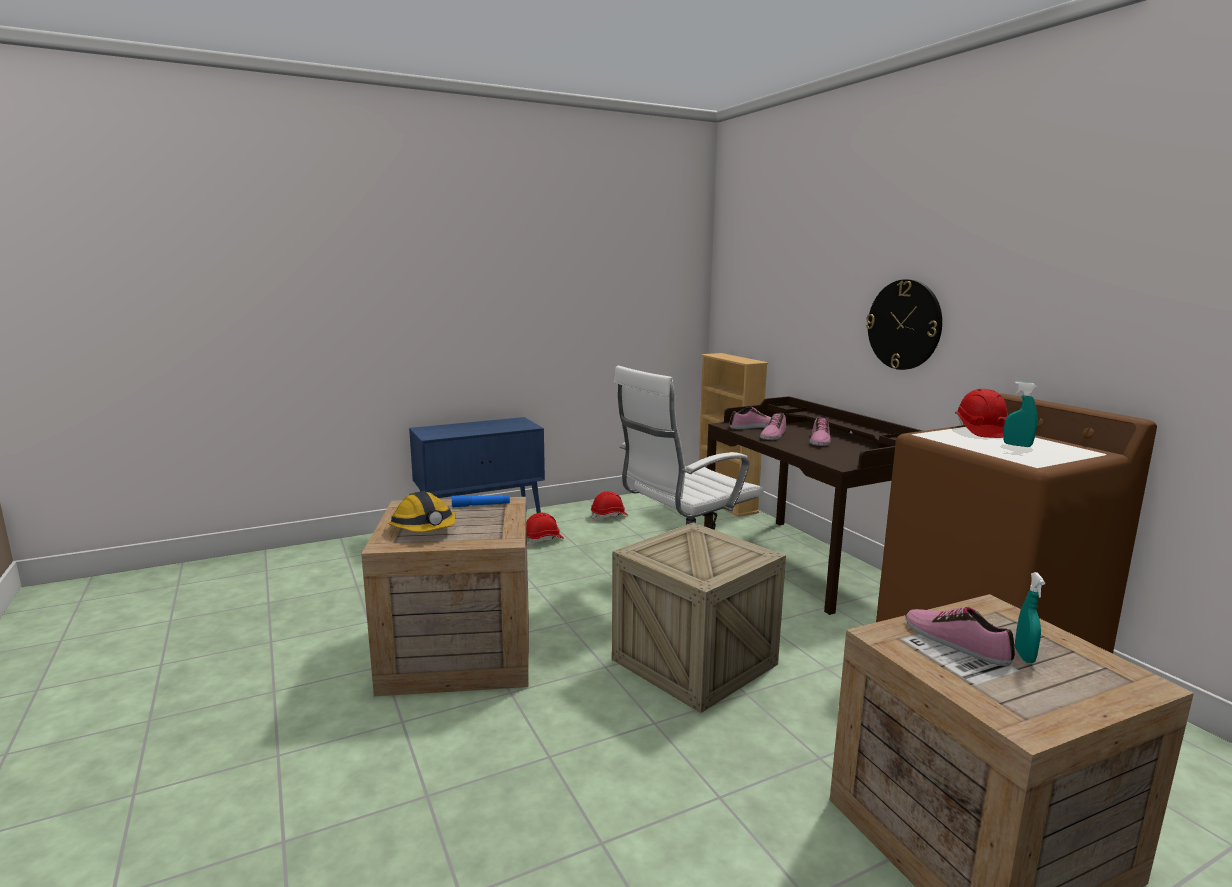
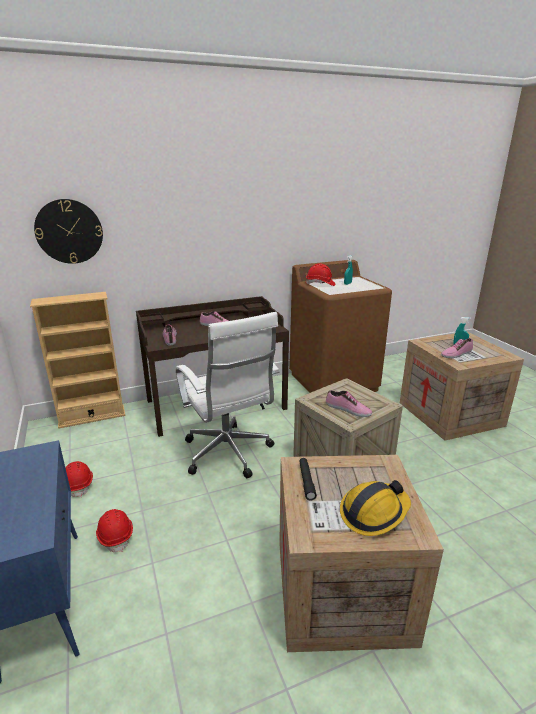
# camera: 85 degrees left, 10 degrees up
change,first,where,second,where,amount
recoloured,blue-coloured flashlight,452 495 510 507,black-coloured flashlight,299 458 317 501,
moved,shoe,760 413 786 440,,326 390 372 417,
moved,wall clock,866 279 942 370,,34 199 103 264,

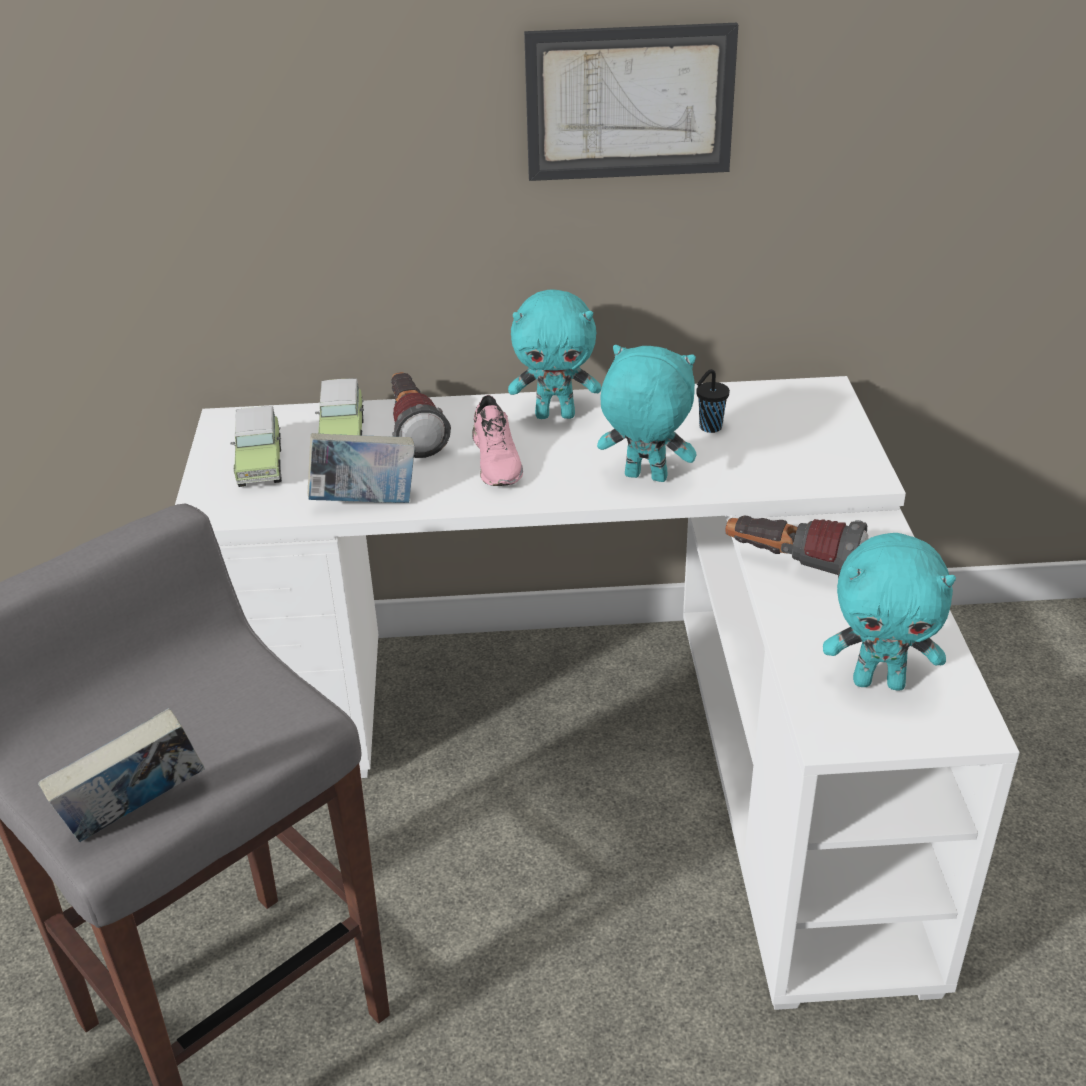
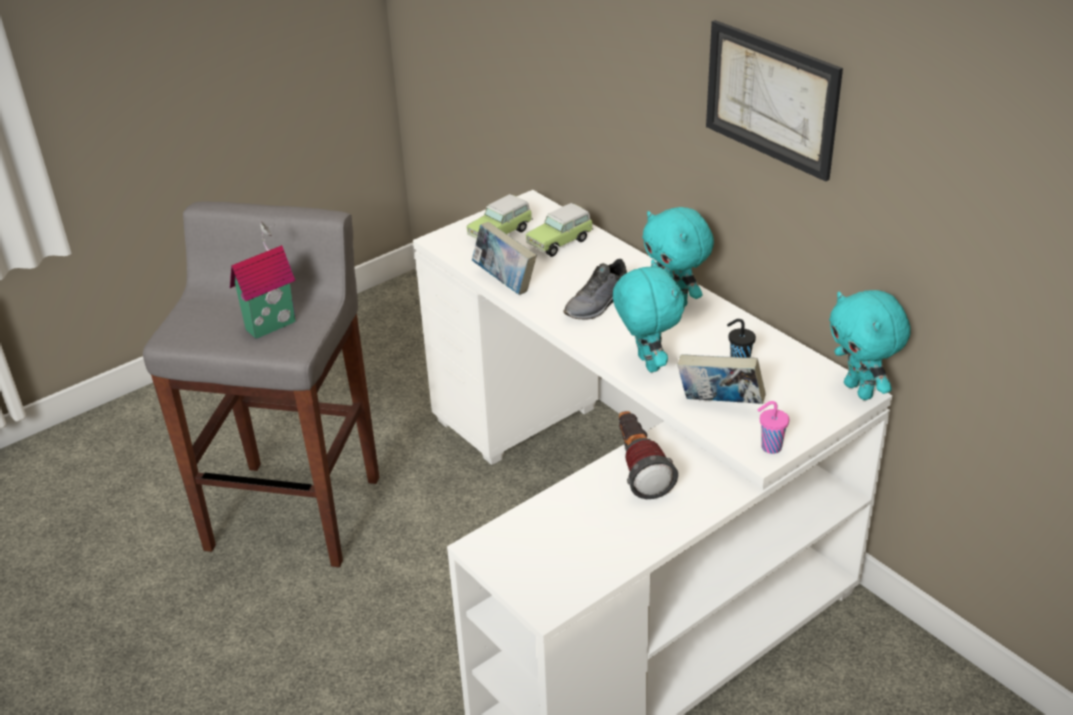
# camera: 55 degrees right, 0 degrees up
change,first,where,second,where,amount
moved,book,38 708 205 842,,677 354 765 404,
removed,flashlight,391 372 451 458,,,
recoloured,pinkish shoe,472 395 523 486,gray shoe,564 259 627 319,
moved,turquoise soft toy,823 533 956 691,,829 290 911 400,
added,,,miniature house,230 222 296 339,
added,,,pinkish small cup,758 401 789 454,

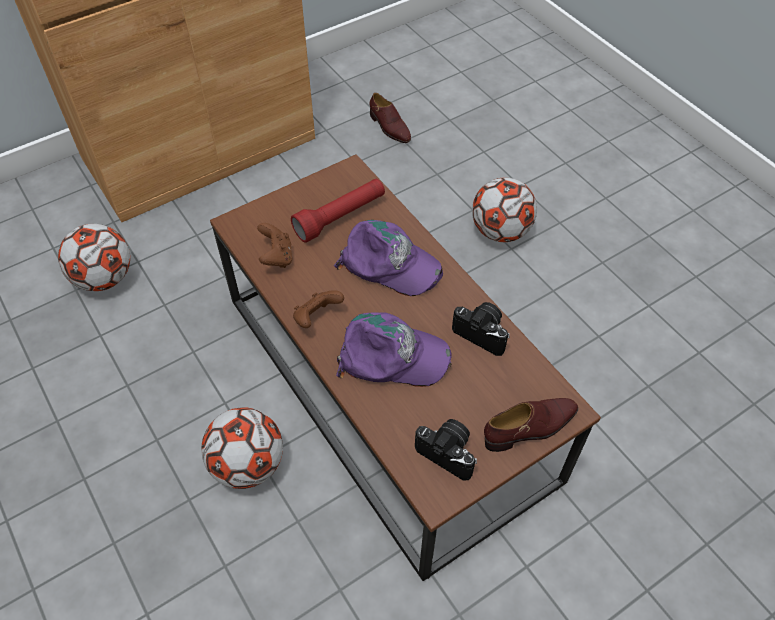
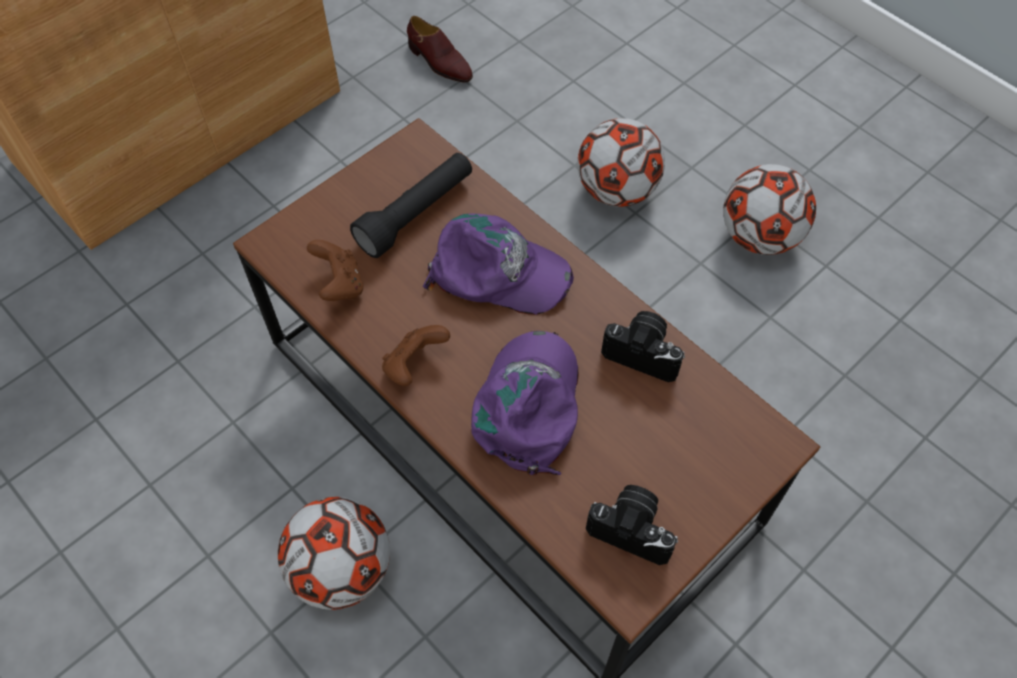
# camera: 10 degrees left, 5 degrees up
change,first,where,second,where,amount
moved,football,58 224 130 291,,723 164 816 255,
recoloured,red flashlight,291 179 385 243,black-coloured flashlight,350 153 472 258,
turned,purplish baseball cap,336 313 452 387,,471 331 579 475,75 degrees counterclockwise
removed,brown shoe,484 398 579 452,,,

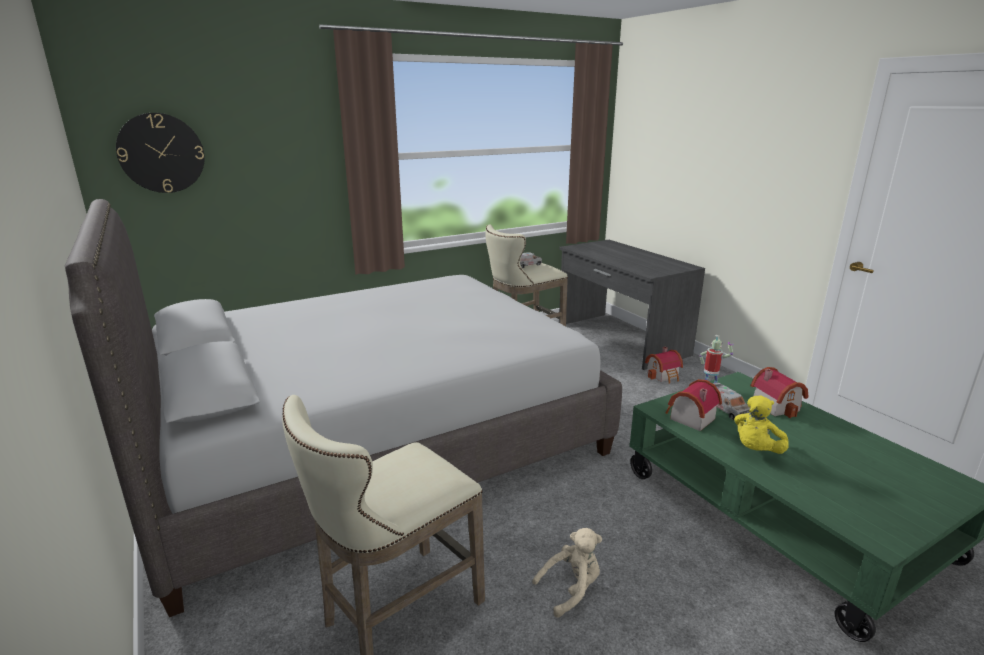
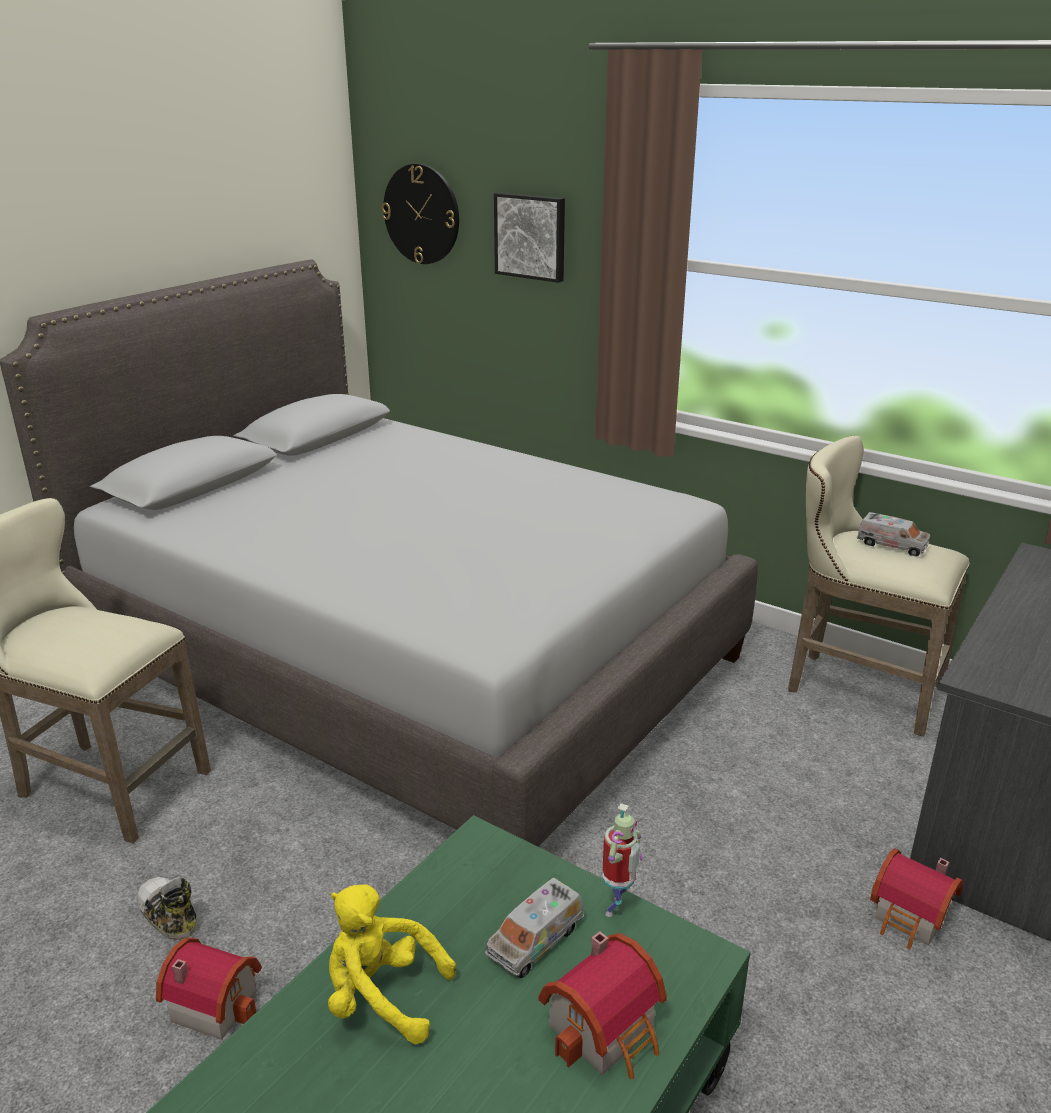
# camera: 65 degrees right, 5 degrees up
change,first,where,second,where,amount
replaced,beige-coloured soft toy,532 528 602 618,shoe,137 877 197 940,
moved,miniature house,666 379 722 431,,156 938 262 1040,
added,,,picture,494 192 565 283,

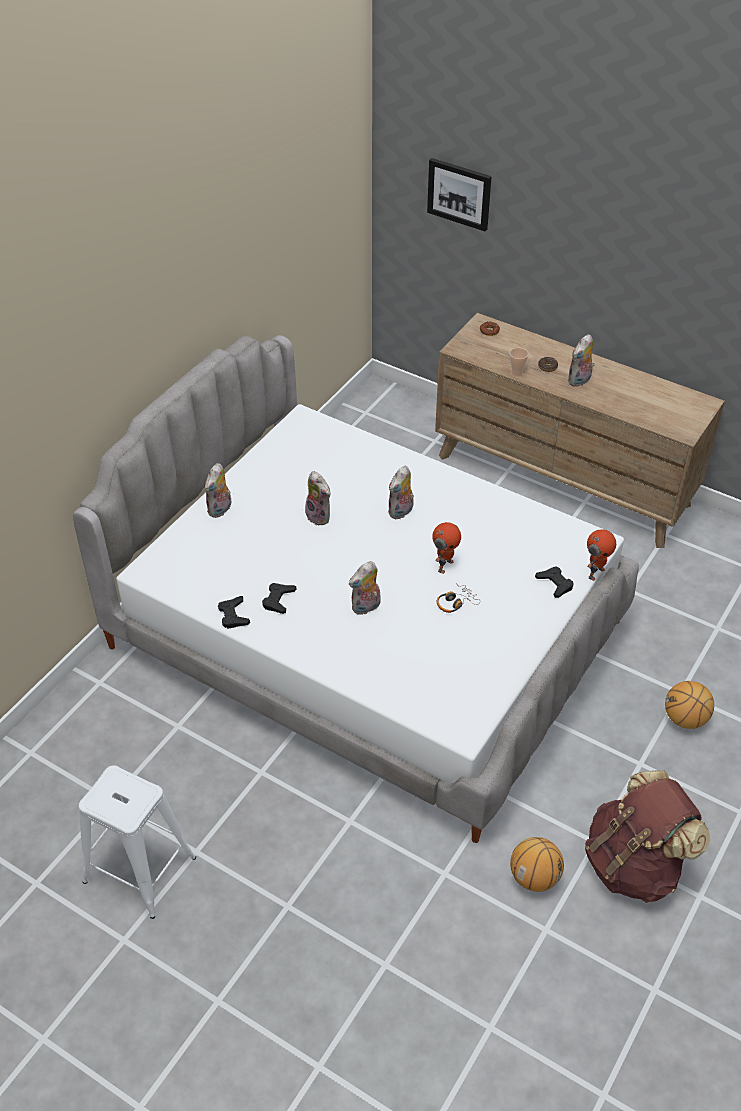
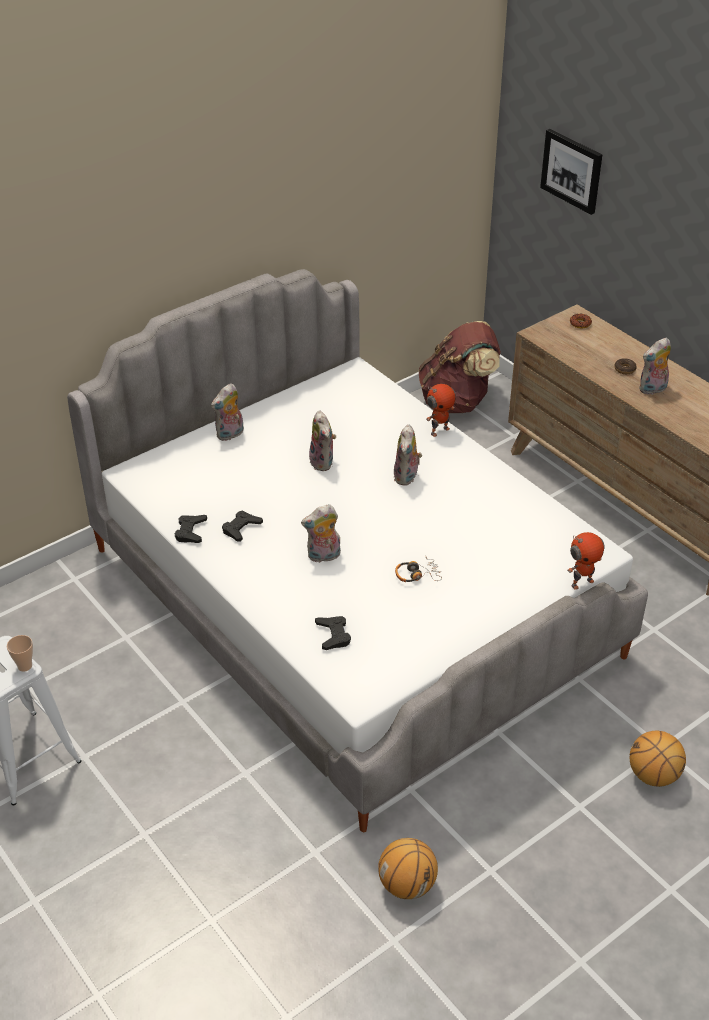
# camera: 20 degrees right, 5 degrees down
change,first,where,second,where,amount
turned,soft toy,388 466 414 519,,394 424 422 485,45 degrees counterclockwise
moved,robot figure,432 522 461 574,,426 384 456 437,
moved,small cup,510 348 528 376,,7 635 33 672,
moved,black-coloured game controller,535 566 574 598,,315 616 351 650,
moved,brown backpack,585 770 711 903,,418 321 501 413,

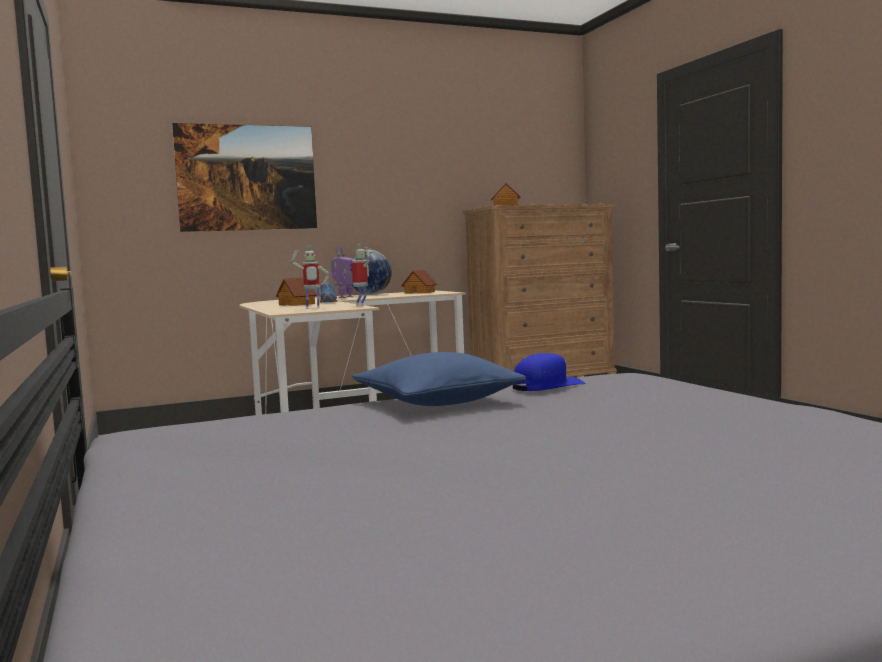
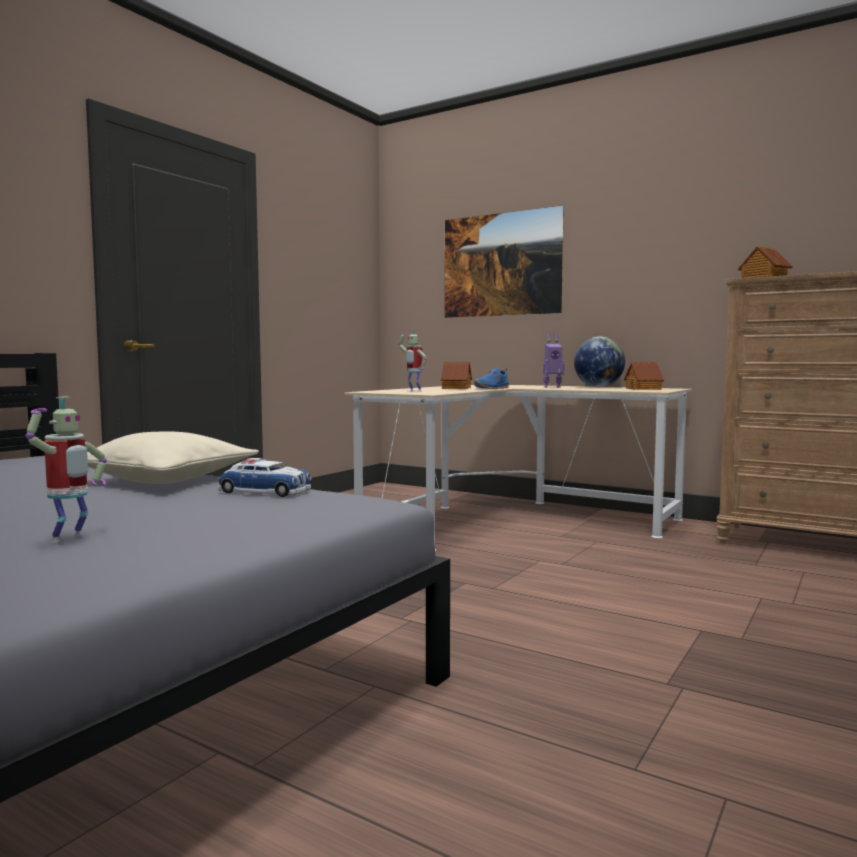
# camera: 55 degrees right, 0 degrees up
change,first,where,second,where,amount
moved,robot figure,352 244 371 306,,26 397 107 543,
recoloured,blue-coloured throw pillow,352 352 526 406,beige-coloured throw pillow,87 431 259 484,
replaced,blue-coloured baseball cap,513 353 585 391,model car,218 458 311 497,

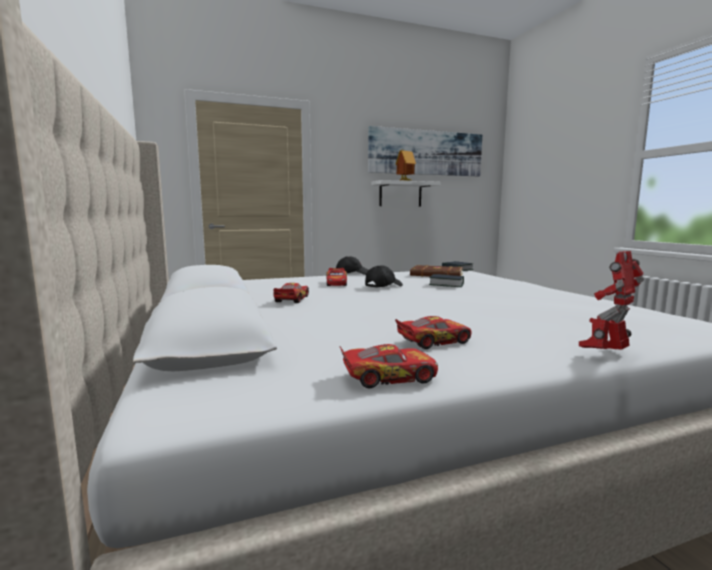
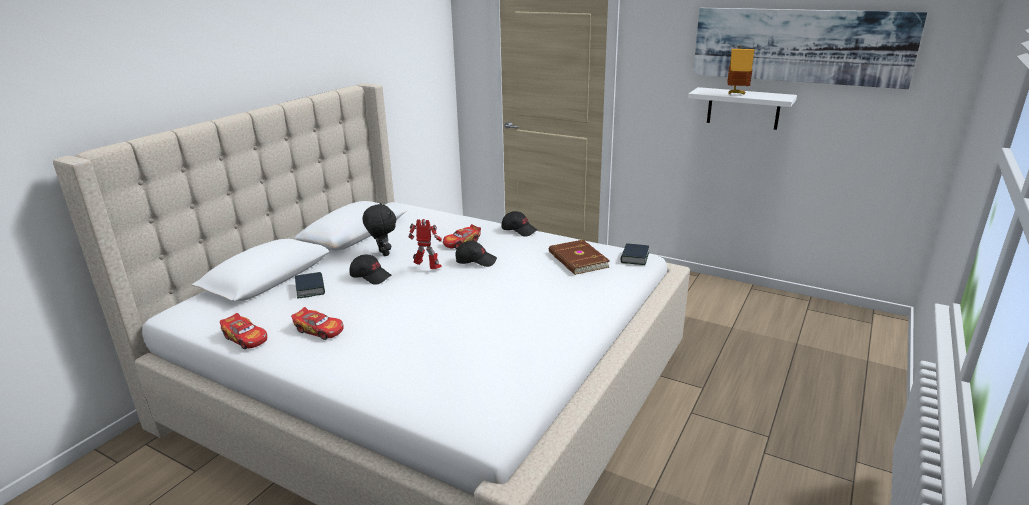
# camera: 50 degrees right, 15 degrees up
change,first,where,second,where,amount
replaced,model car,273 283 309 303,black-coloured soft toy,363 203 396 256,
moved,book,429 274 464 287,,295 272 325 299,
moved,robot figure,579 251 644 349,,408 219 442 269,
added,,,black-coloured baseball cap,350 255 392 285,

